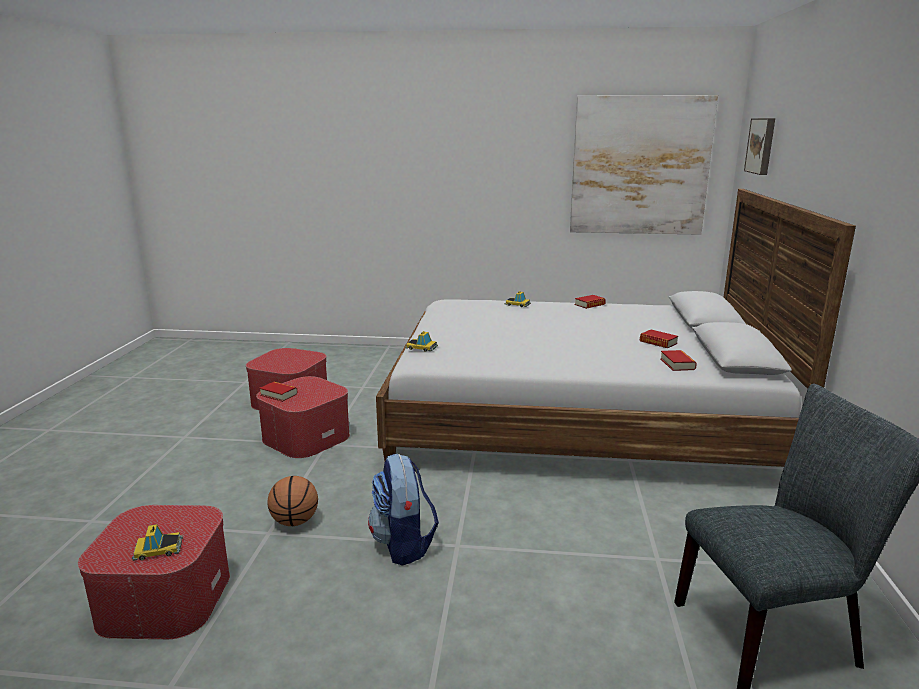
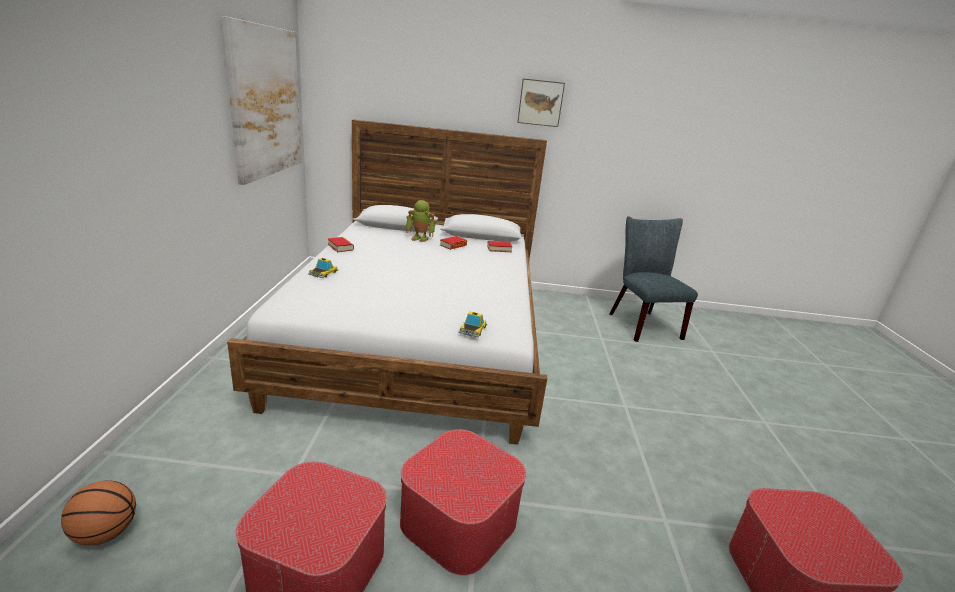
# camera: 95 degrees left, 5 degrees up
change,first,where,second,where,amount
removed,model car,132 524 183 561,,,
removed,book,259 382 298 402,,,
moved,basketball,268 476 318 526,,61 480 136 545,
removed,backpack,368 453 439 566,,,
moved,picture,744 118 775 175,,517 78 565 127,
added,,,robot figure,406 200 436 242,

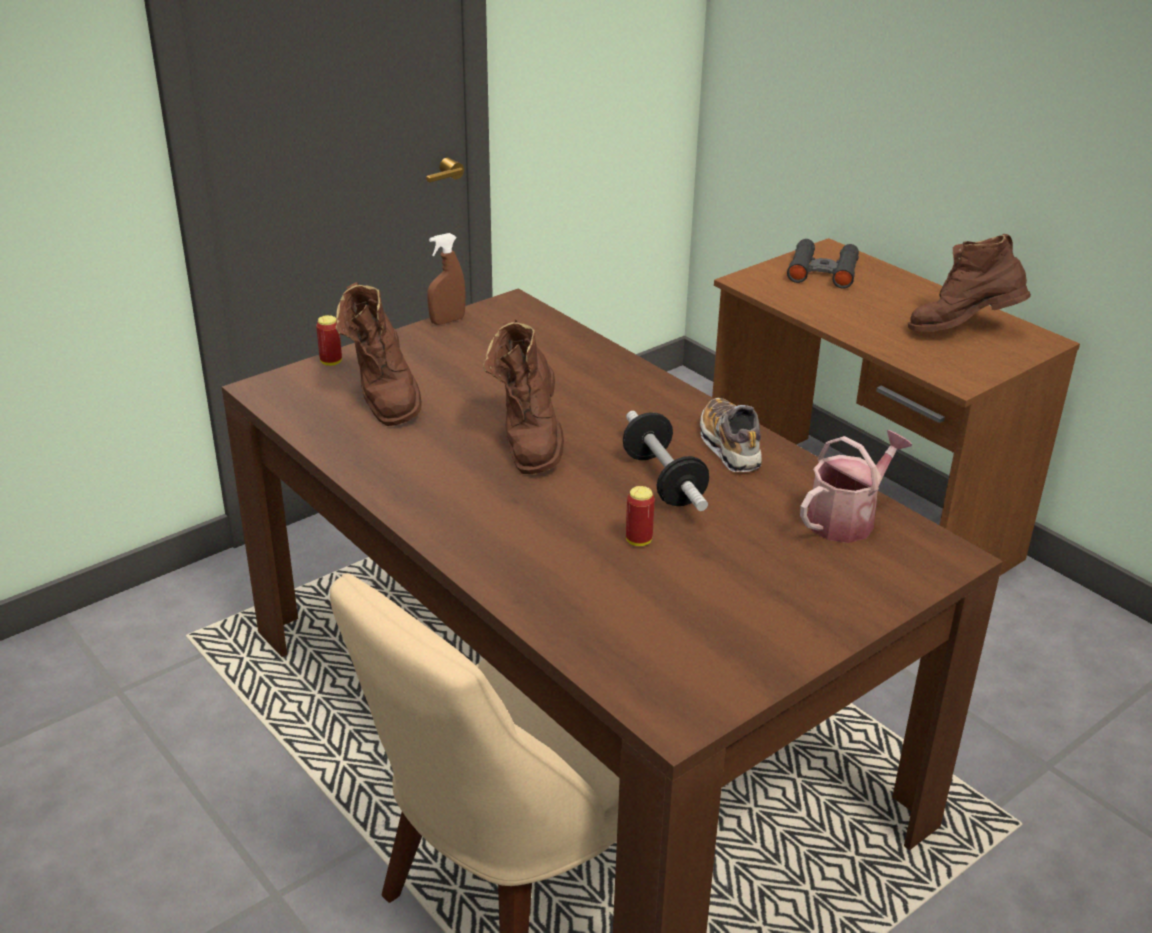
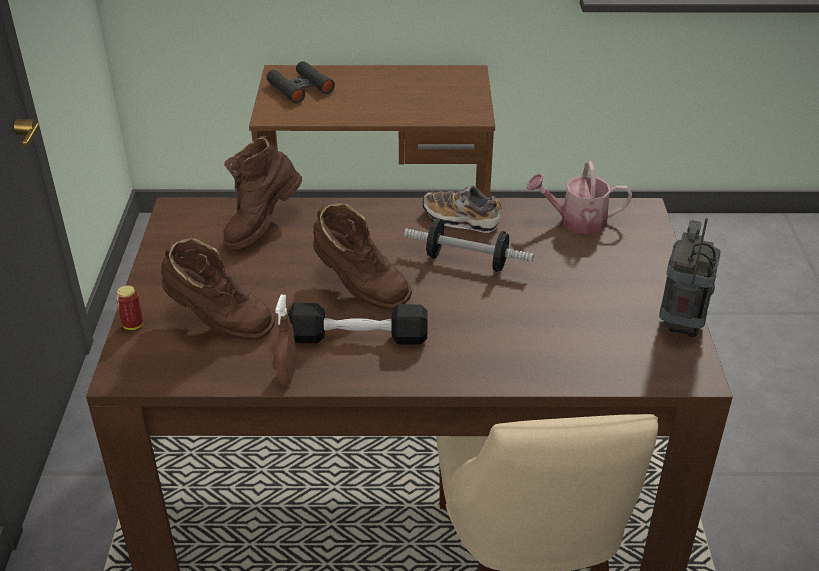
# camera: 50 degrees left, 5 degrees up
change,first,where,second,where,amount
moved,brown hand sprayer,427 233 466 325,,275 295 296 385,
removed,can,626 486 655 546,,,
turned,sprinkling can,800 430 912 543,,526 161 632 234,90 degrees counterclockwise
moved,brown high-top boot,908 234 1031 332,,223 136 302 249,
added,,,black-coloured dumbbell,288 303 428 345,
added,,,radio set,659 218 721 337,

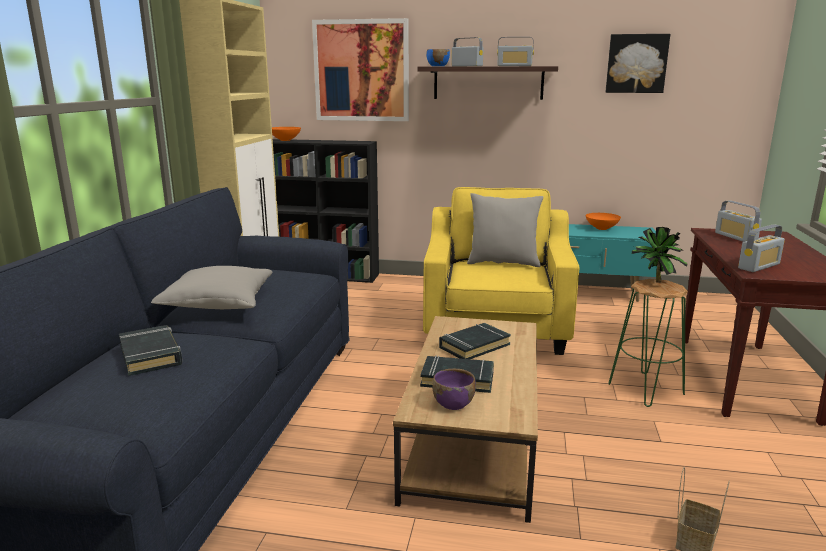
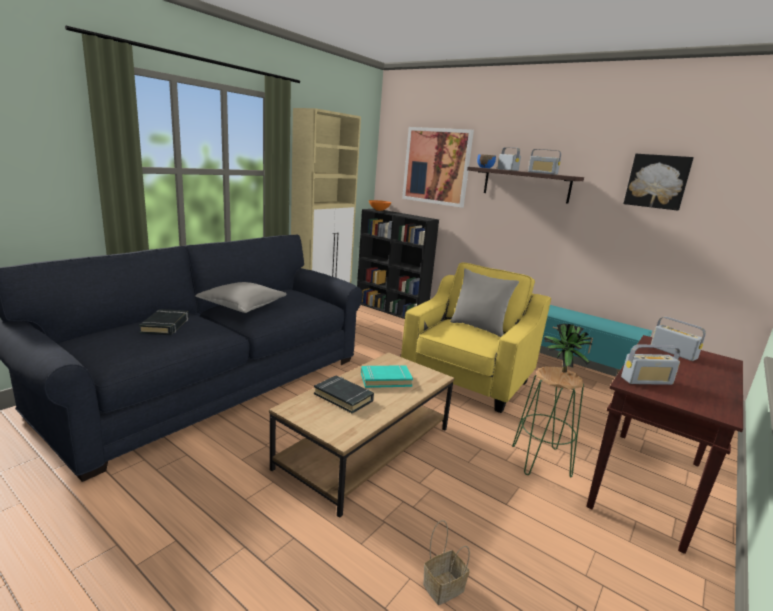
# camera: 25 degrees right, 0 degrees up
change,first,where,second,where,amount
removed,purplish serving bowl,432 369 476 410,,,
recoloured,black-coloured book,439 323 511 359,turquoise book,361 365 413 388,
removed,orangey serving bowl,586 213 621 230,,,
turned,radio set,715 201 762 242,,651 317 706 361,135 degrees clockwise

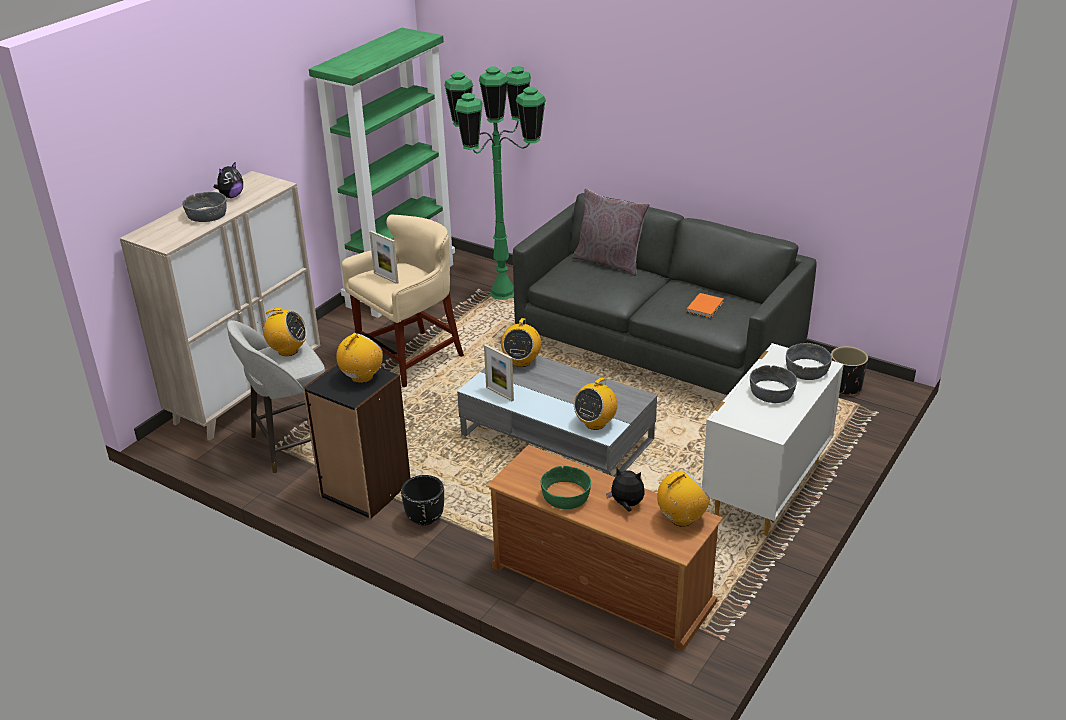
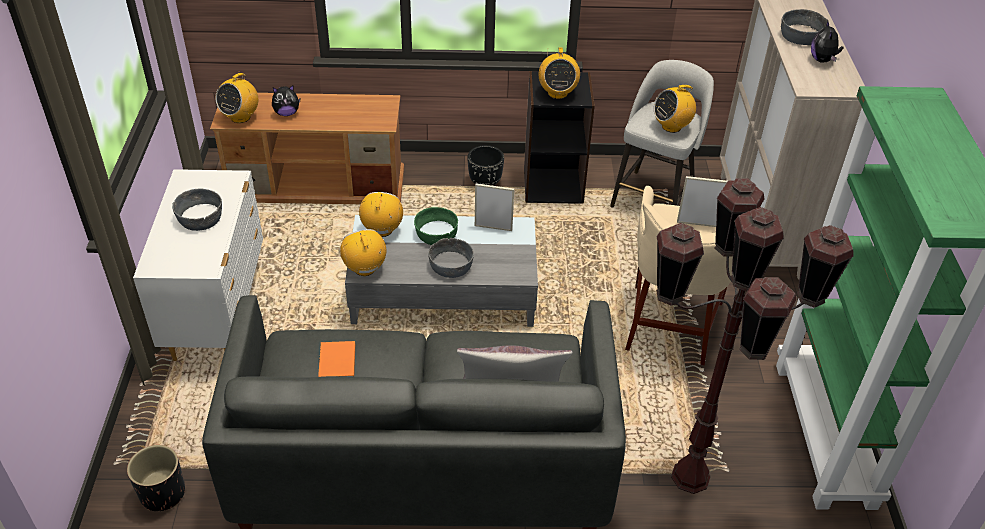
# camera: 145 degrees right, 10 degrees up
change,first,where,second,where,amount
recoloured,greenish standing lamp,444 66 546 300,brown standing lamp,656 178 854 494,
moved,radio set,501 318 541 367,,340 229 386 276,
moved,greenish serving bowl,541 466 591 509,,414 207 458 245,
moved,gray serving bowl,786 343 832 380,,428 238 474 278,

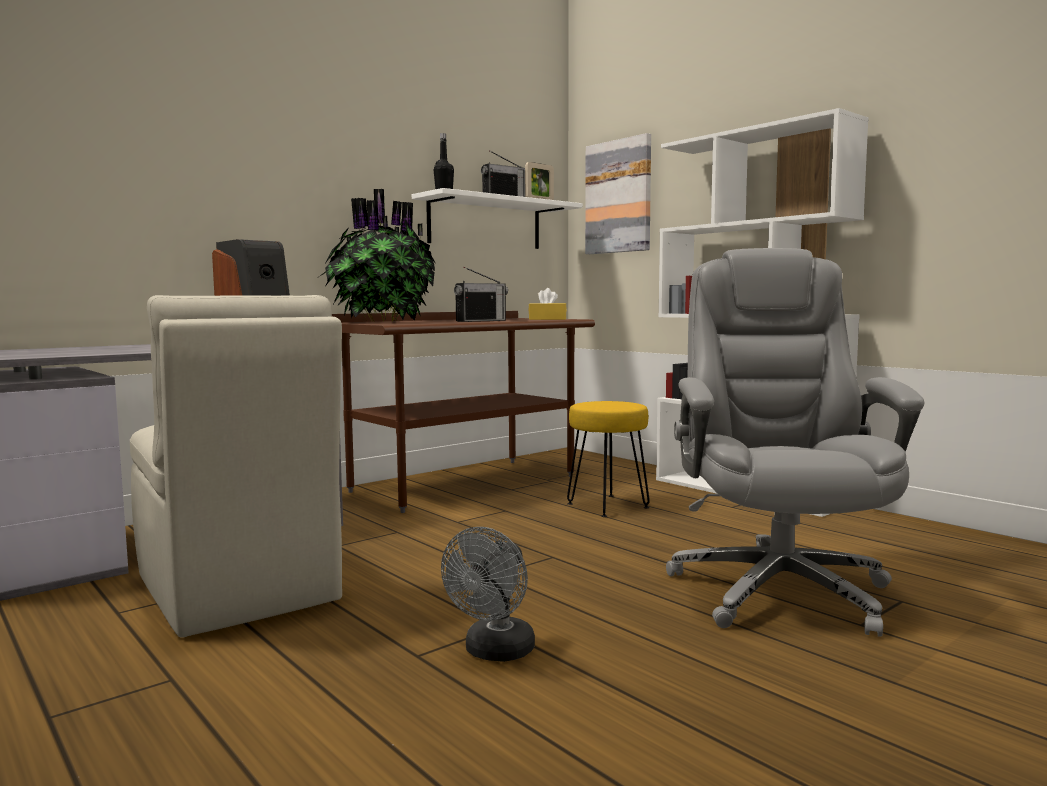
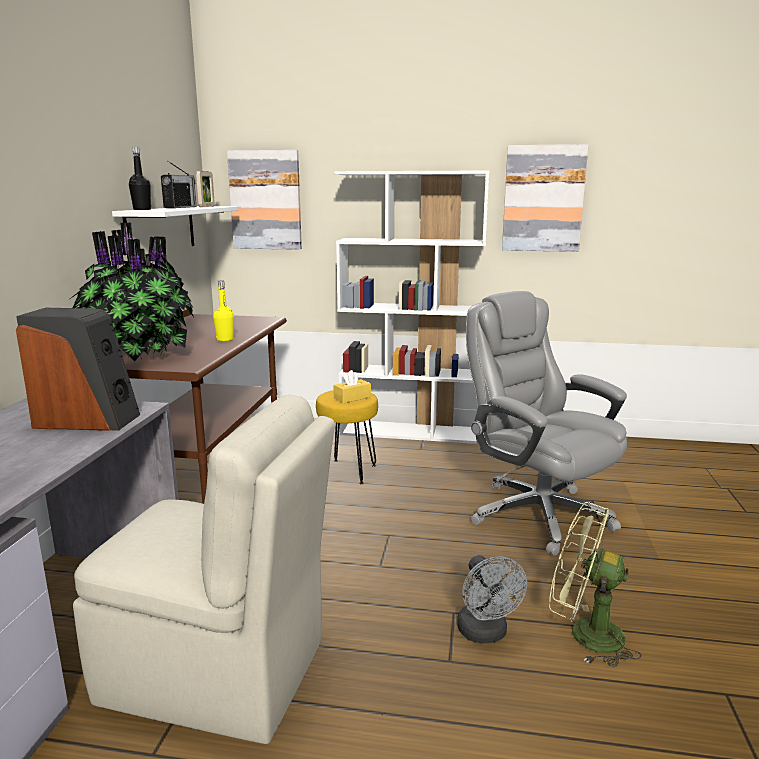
# camera: 40 degrees left, 10 degrees up
change,first,where,second,where,amount
replaced,radio set,454 267 508 322,yellowish beverage bottle,213 281 234 341,
moved,yellowish tissue box,528 288 567 320,,333 370 371 403,
added,,,picture,502 144 588 252,
added,,,greenish cooling fan,549 502 641 667,

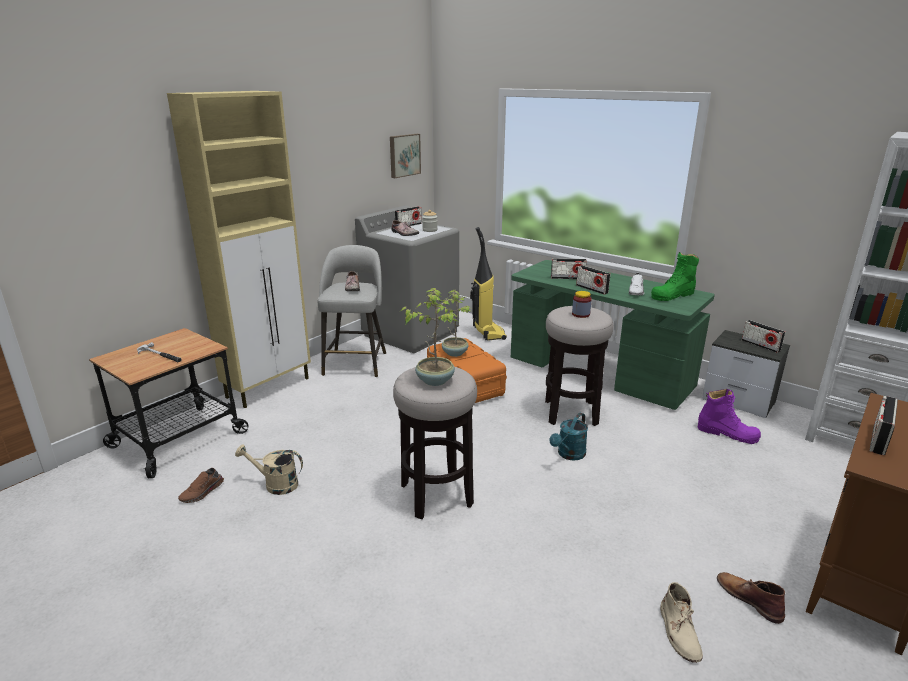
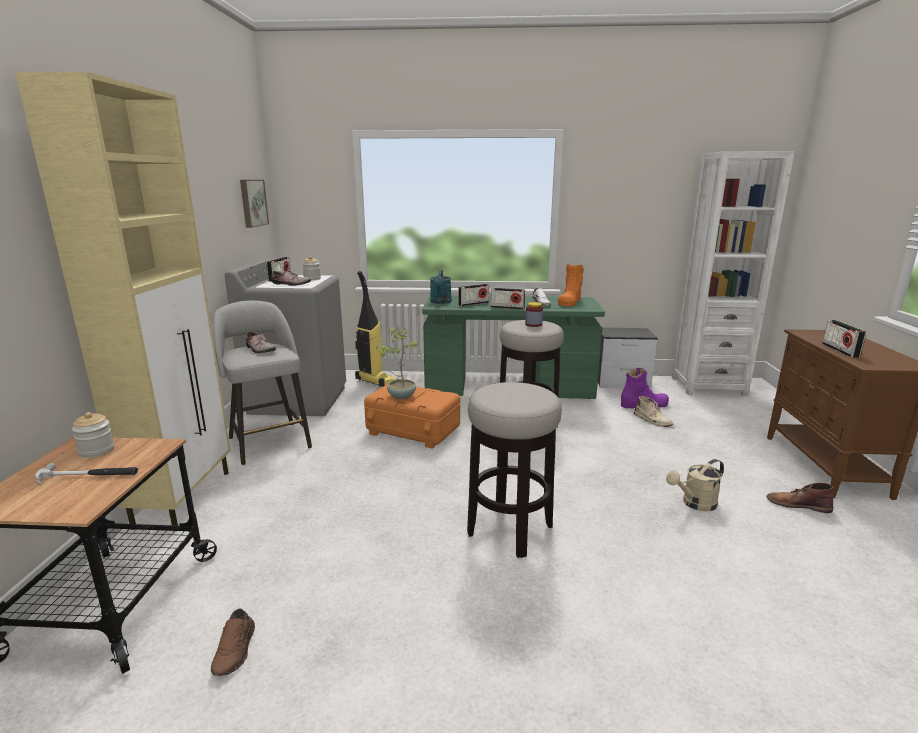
# camera: 35 degrees left, 5 degrees down
change,first,where,second,where,amount
moved,beige-coloured sprinkling can,235 444 303 495,,666 459 724 511,
removed,houseplant,401 288 458 386,,,
moved,turquoise sprinkling can,549 413 588 461,,430 270 452 304,
recoloured,greenish high-top boot,651 252 699 301,orangey high-top boot,558 264 584 306,
moved,beige-coloured high-top boot,660 582 703 663,,634 396 673 427,
removed,radio set,742 320 785 353,,,
added,,,storage jar,72 412 114 458,

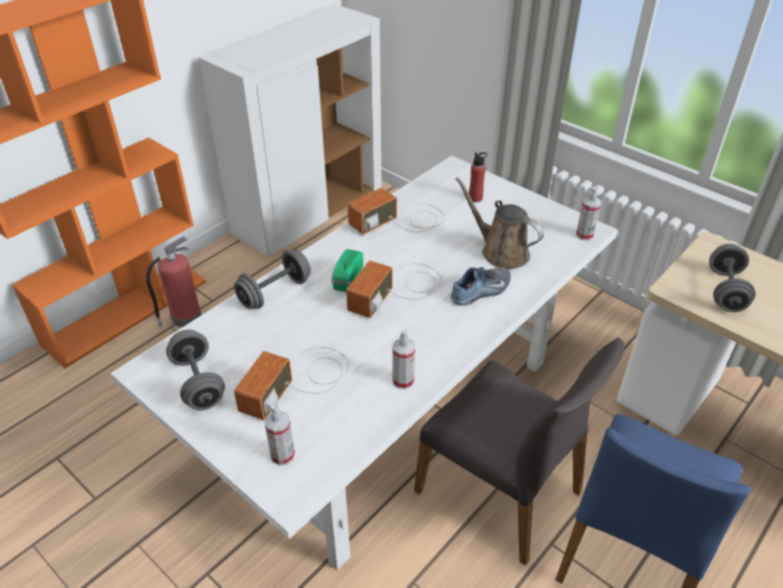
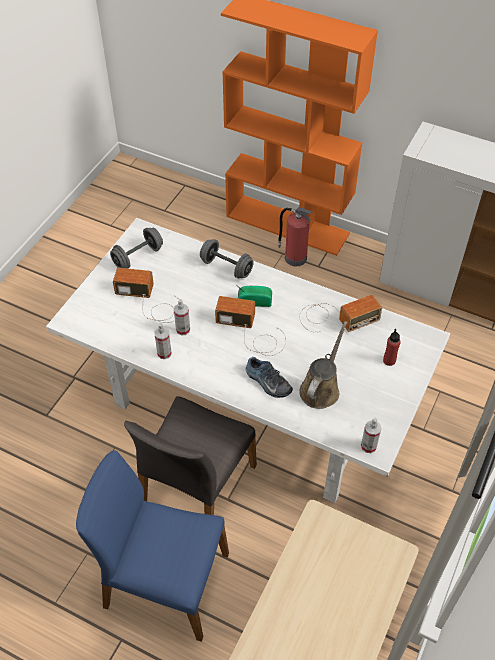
# camera: 75 degrees right, 10 degrees up
change,first,where,second,where,amount
moved,hand sprayer,264 404 295 465,,174 299 190 335,
turned,radio set,348 188 444 235,,299 295 382 332,120 degrees clockwise
removed,gray dumbbell,709 244 755 312,,,

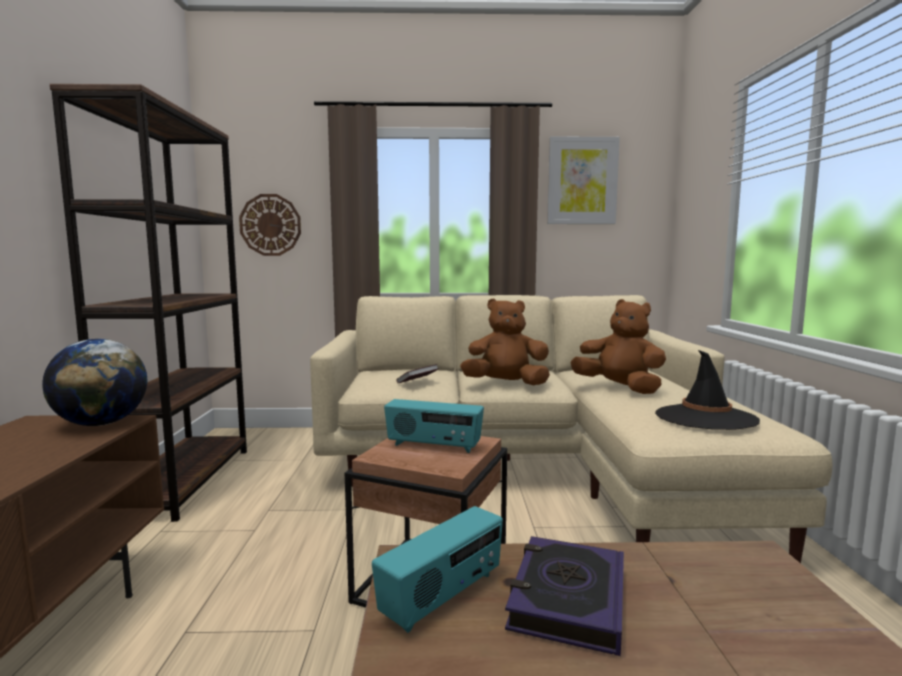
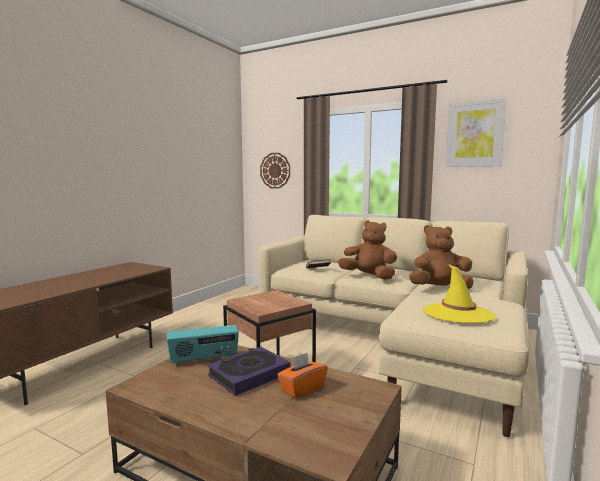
# camera: 30 degrees right, 0 degrees up
change,first,where,second,where,amount
removed,desk globe,42 339 147 426,,,
removed,brown shelving unit,50 84 247 522,,,
removed,radio set,384 399 484 453,,,
turned,brown soft toy,570 299 666 394,,409 225 474 289,75 degrees counterclockwise
recoloured,black-coloured clothing hat,655 350 760 430,yellowish clothing hat,423 264 495 323,
added,,,orangey tissue box,277 353 328 399,

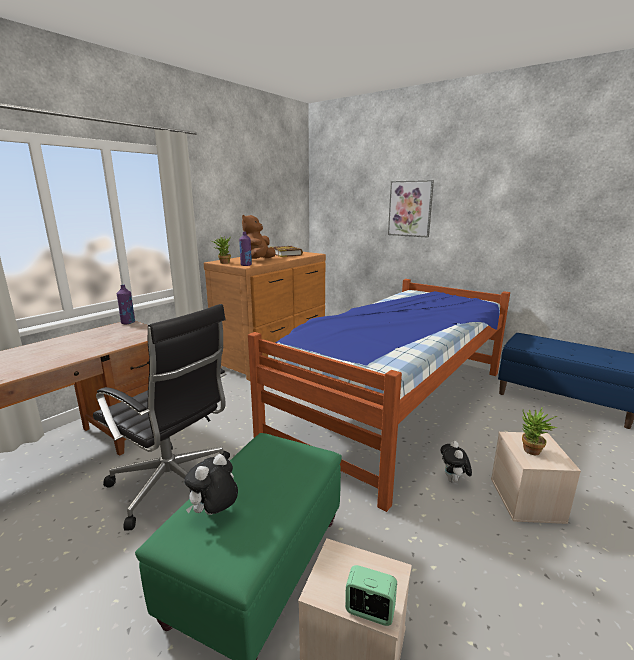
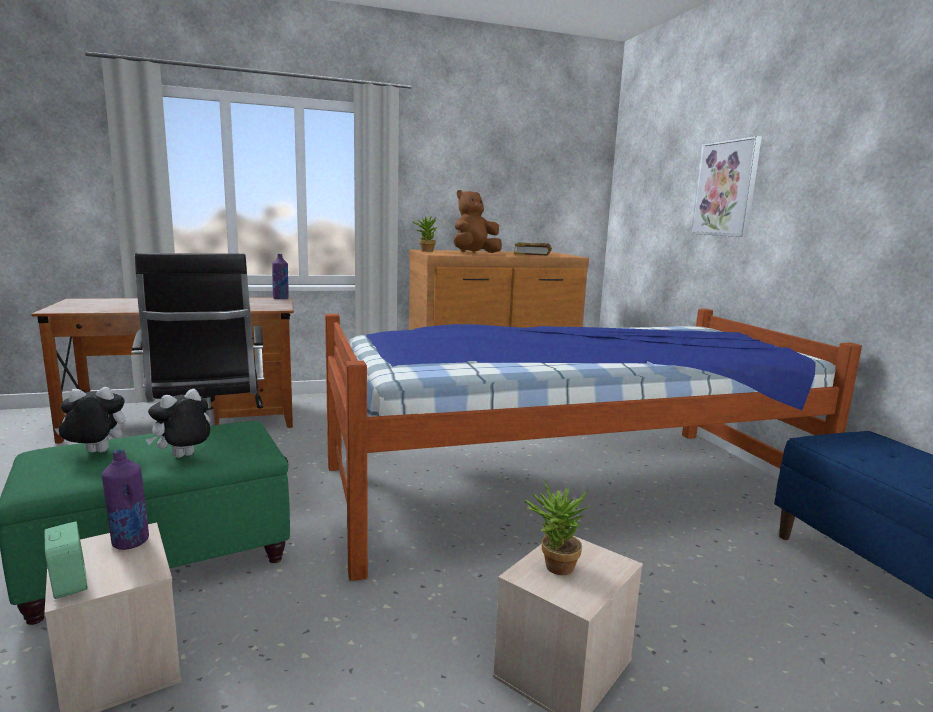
# camera: 35 degrees right, 5 degrees down
change,first,where,second,where,amount
moved,purplish beverage bottle,239 232 252 266,,102 449 149 550,
moved,soft toy,440 441 472 482,,145 389 210 458,

